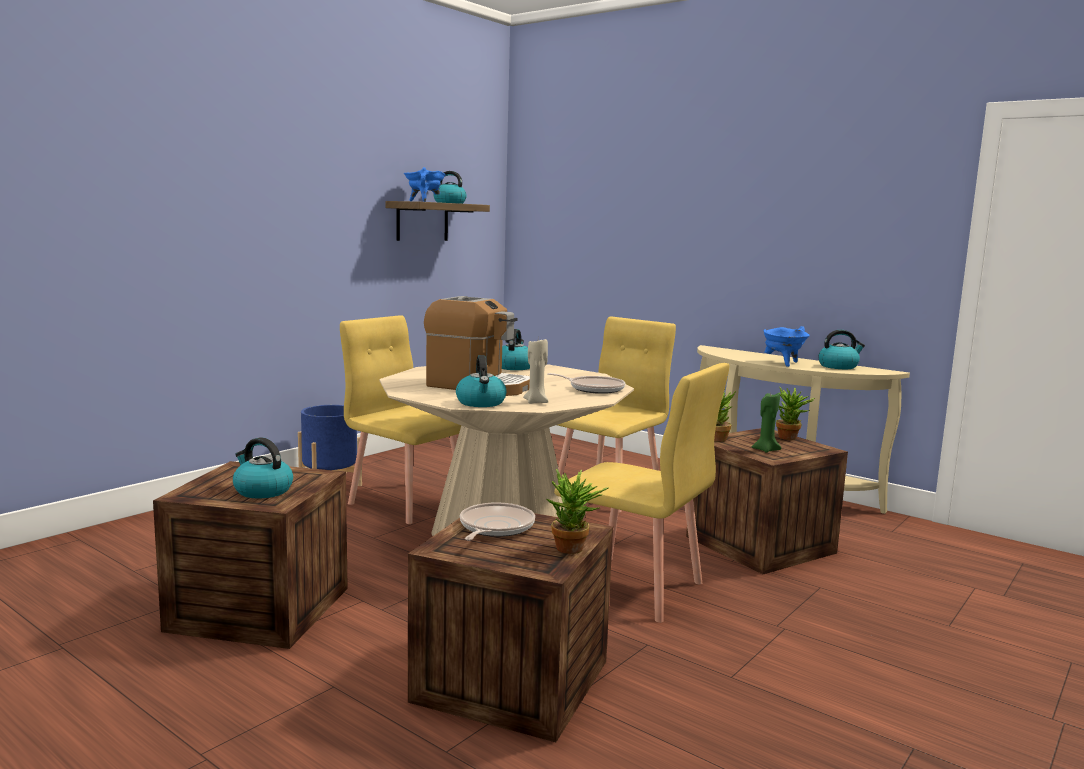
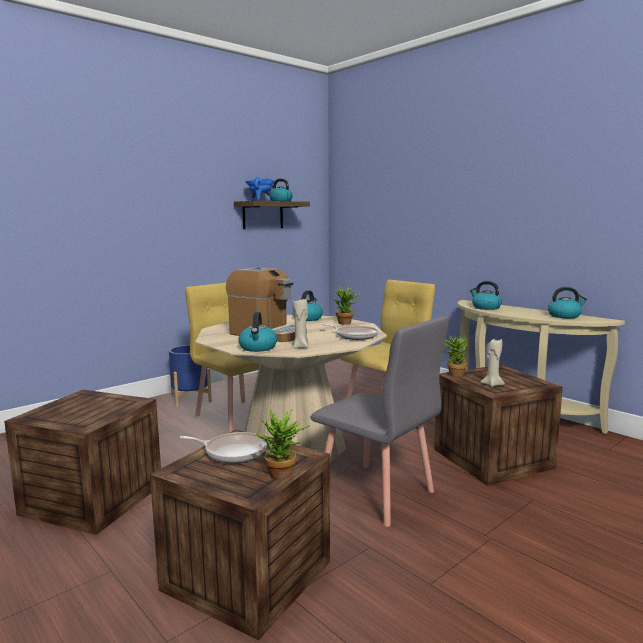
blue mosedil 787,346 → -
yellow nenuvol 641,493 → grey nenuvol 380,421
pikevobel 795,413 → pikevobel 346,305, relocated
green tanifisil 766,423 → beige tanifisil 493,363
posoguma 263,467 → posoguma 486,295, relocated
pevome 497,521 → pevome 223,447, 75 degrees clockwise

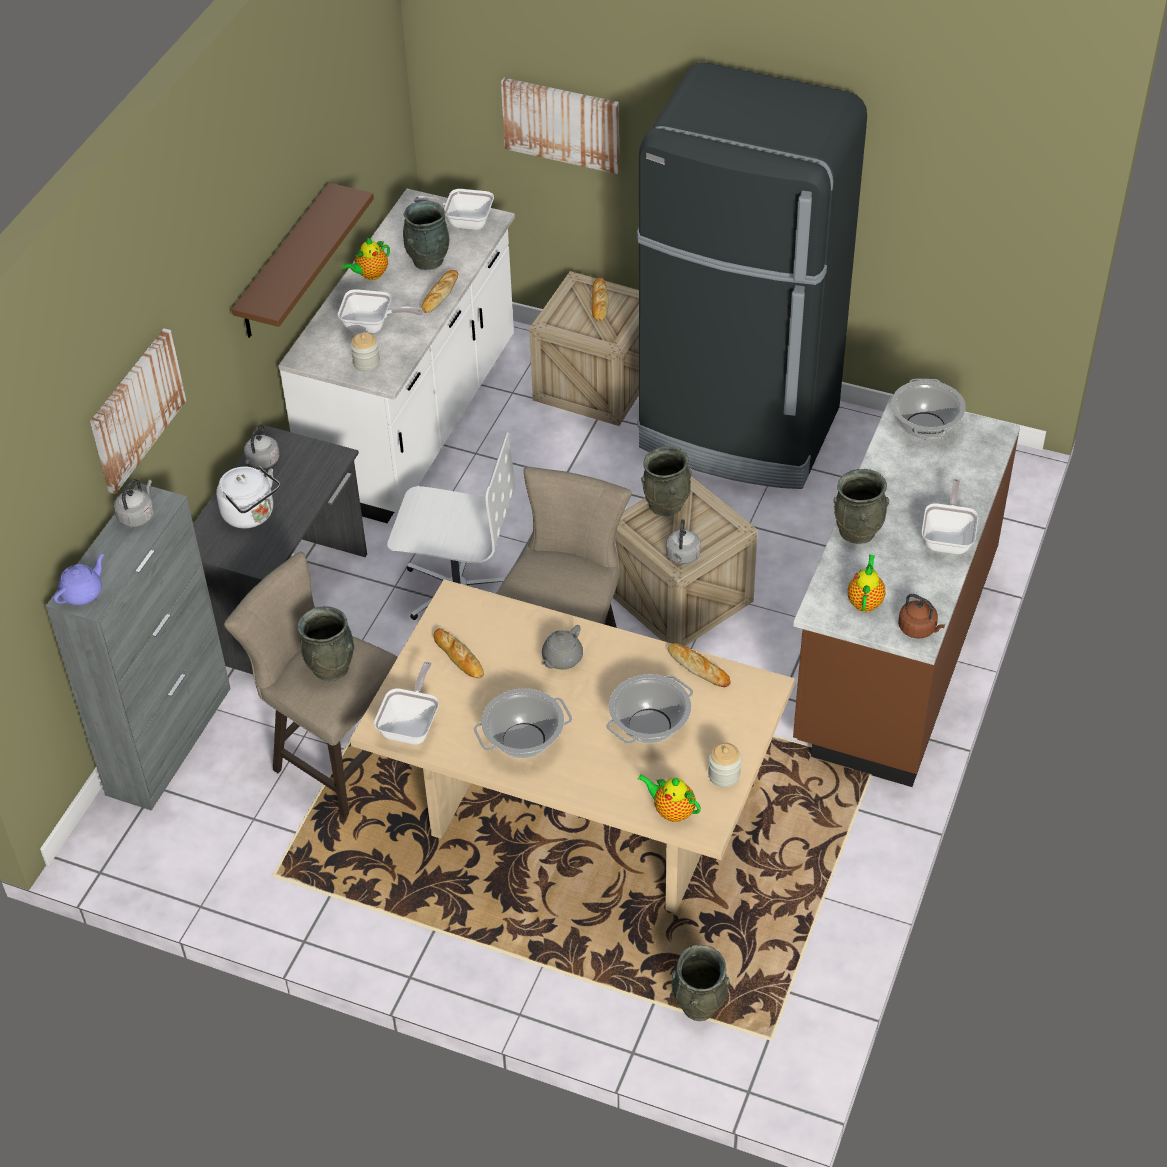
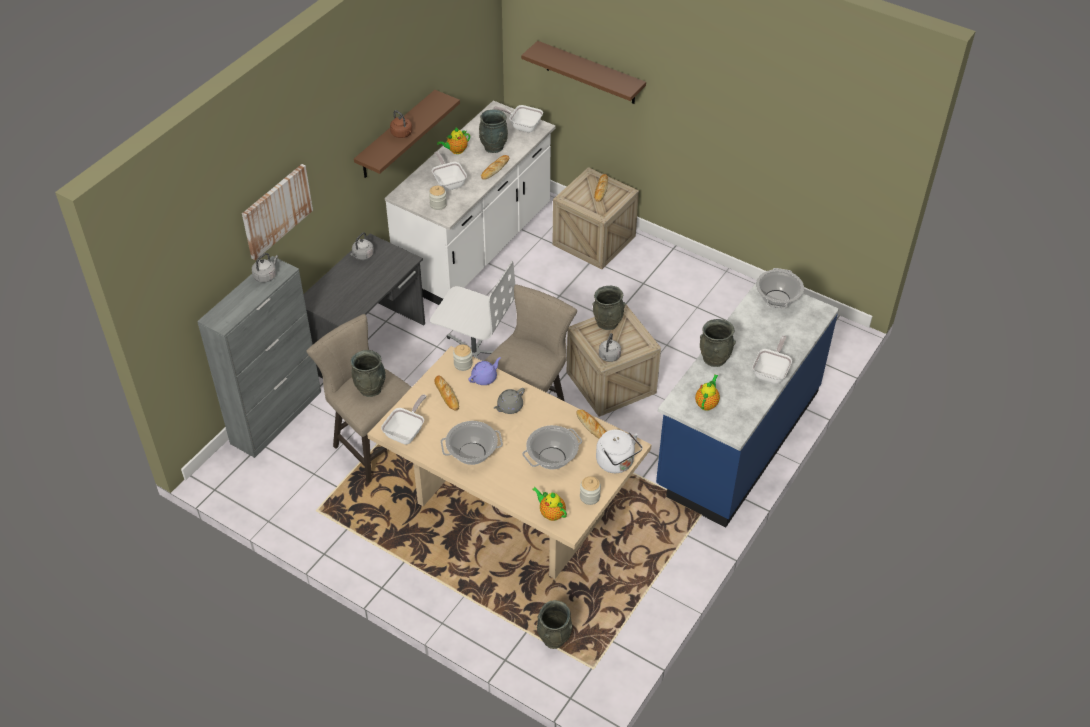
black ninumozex 752,276 → -
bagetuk 560,126 → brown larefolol 583,72
pevome 380,311 → pevome 449,171, 135 degrees counterclockwise
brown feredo 906,590 → blue feredo 747,405
white posoguma 248,497 → white posoguma 619,451, relocated
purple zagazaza 78,579 → purple zagazaza 484,371, relocated
brown posoguma 921,616 → brown posoguma 401,124, relocated
- → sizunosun 463,357

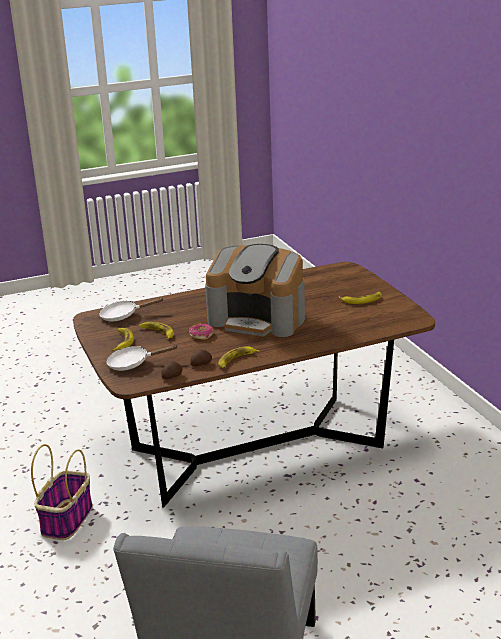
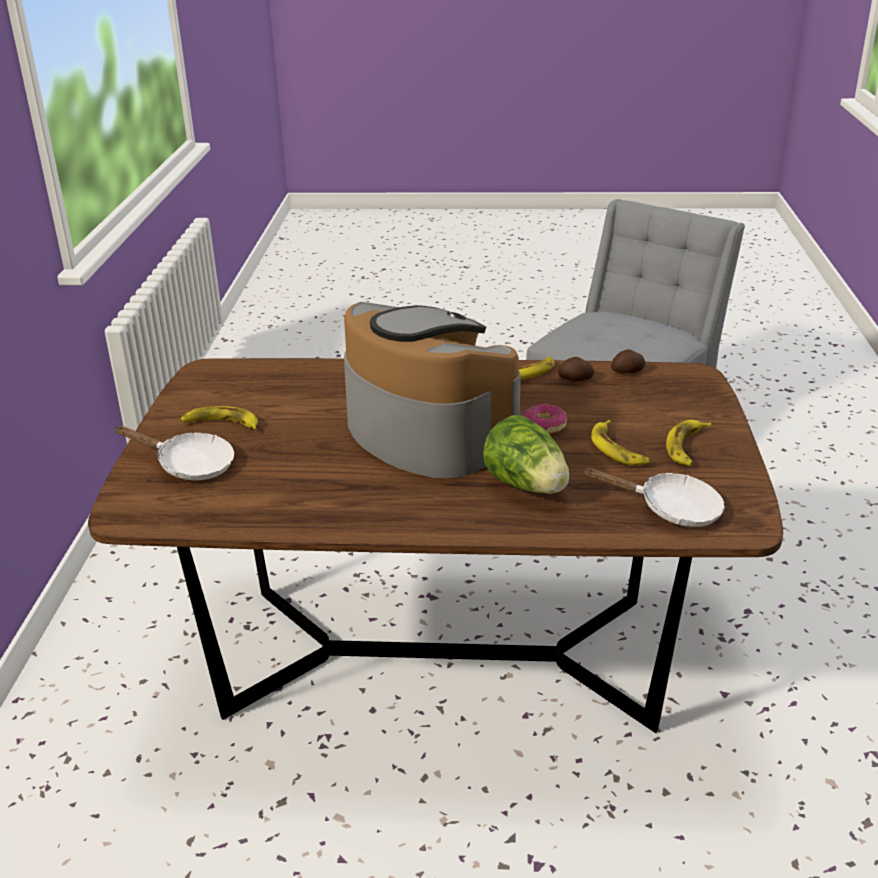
white pevome 142,358 → white pevome 174,453, relocated
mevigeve 62,492 → -
- → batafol 526,454

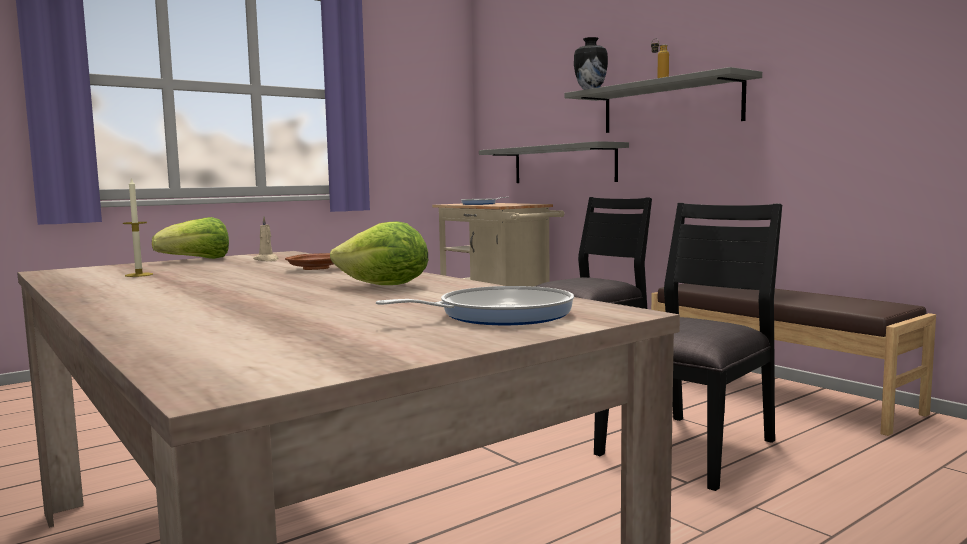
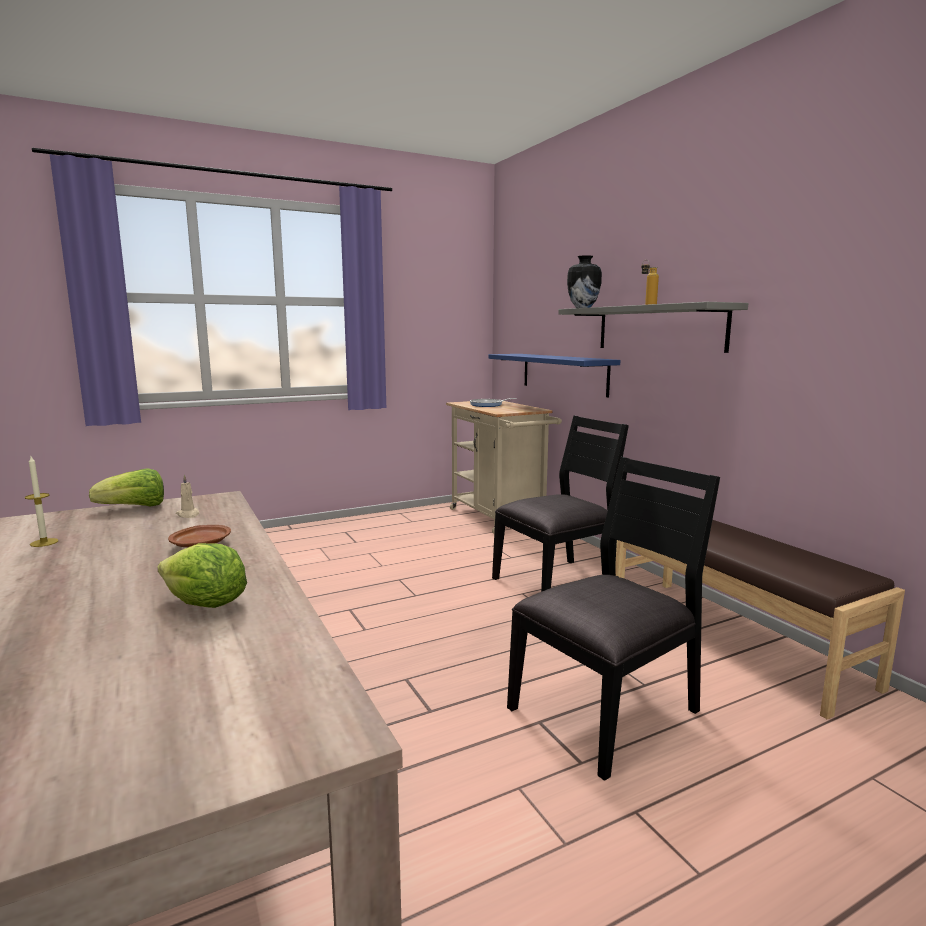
grey larefolol 554,162 → blue larefolol 554,375
pevome 475,305 → -

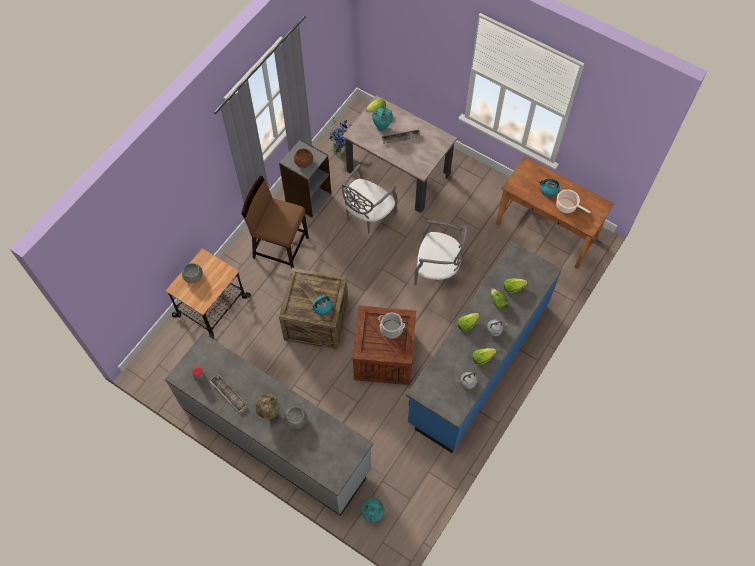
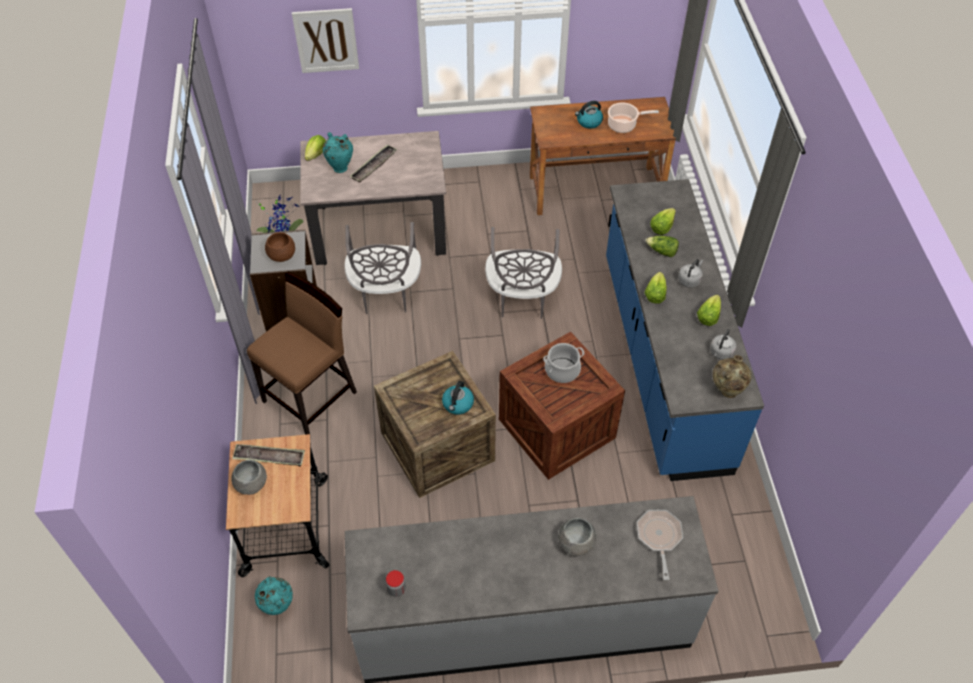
brown nenuvol 275,222 → brown nenuvol 302,353, 150 degrees clockwise
grey nenuvol 440,252 → grey nenuvol 523,273, 120 degrees clockwise
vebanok 228,393 → vebanok 268,455, relocated
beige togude 267,406 → beige togude 732,376, relocated
turquoise togude 373,510 → turquoise togude 274,595, relocated
- → bagetuk 325,40
- → pevome 660,545

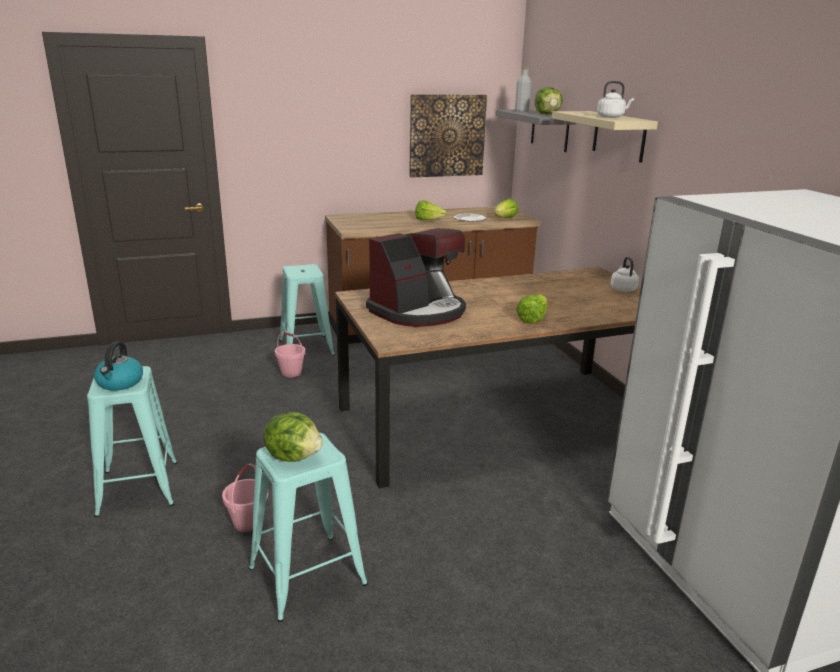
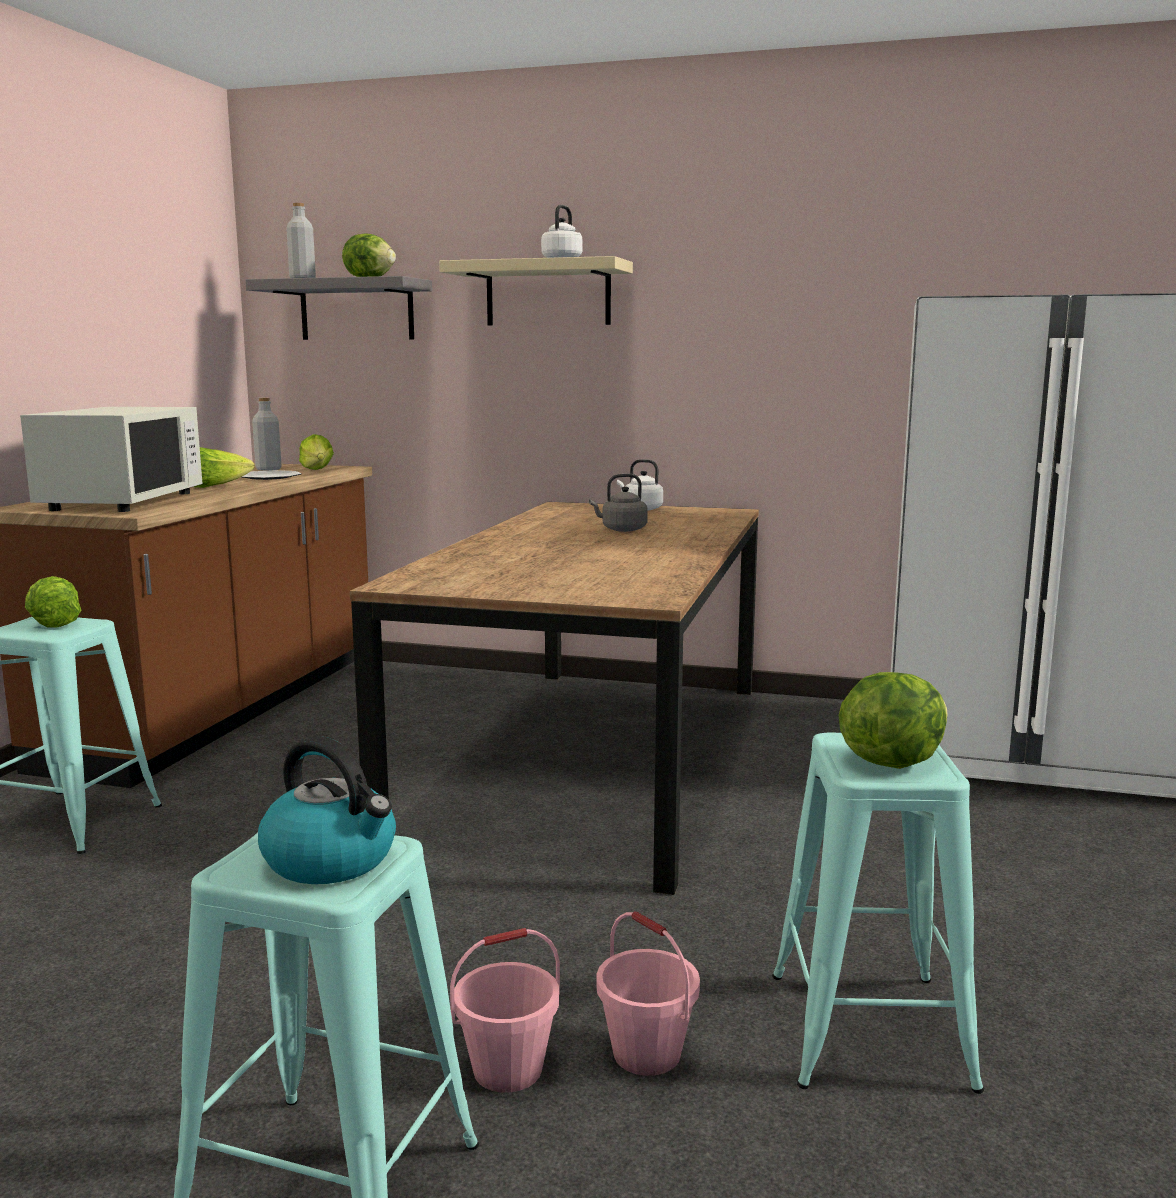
bagetuk 448,135 → -
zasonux 416,277 → -
batafol 531,309 → batafol 53,602, relocated
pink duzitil 290,354 → pink duzitil 505,1010, relocated
- → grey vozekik 267,434
- → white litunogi 111,459
- → grey posoguma 618,502

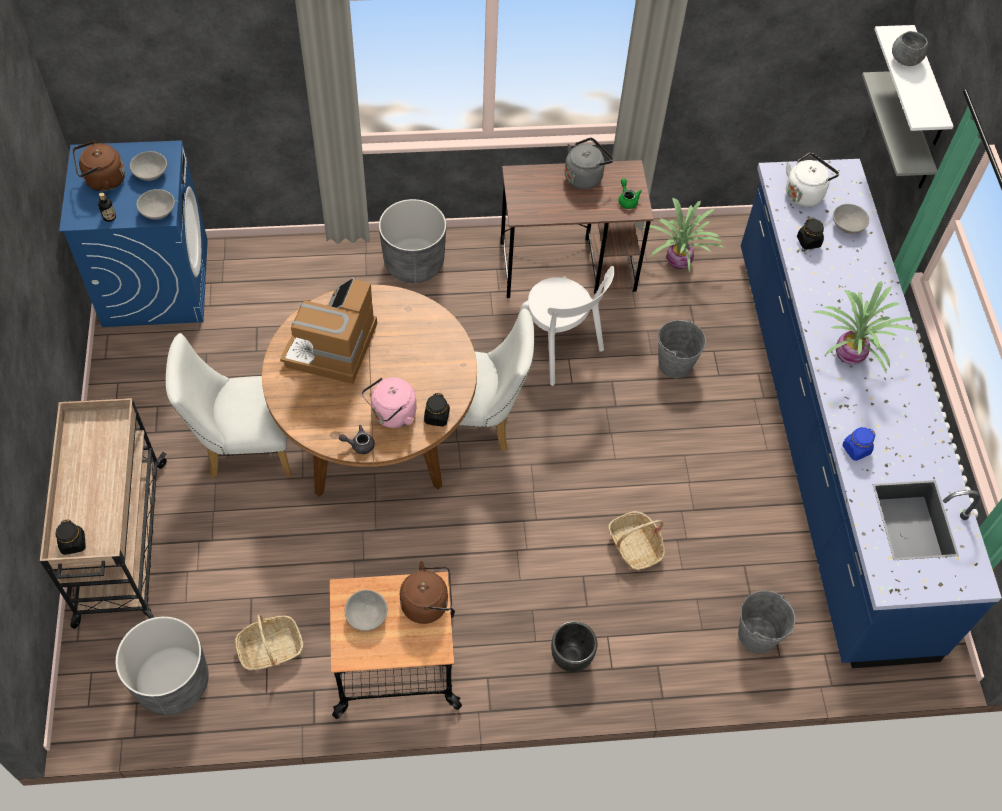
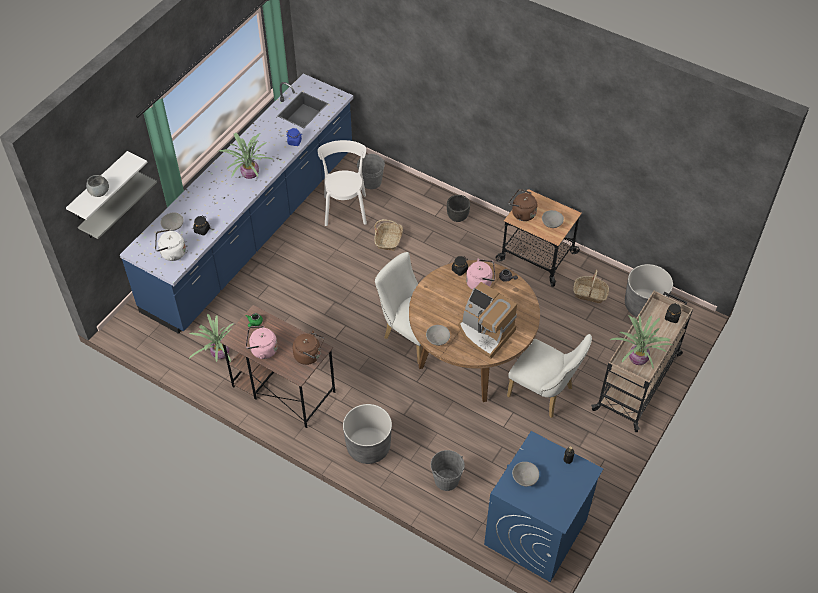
grey posoguma 589,164 → pink posoguma 262,342
brown posoguma 98,165 → brown posoguma 308,348, relocated
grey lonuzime 155,204 → grey lonuzime 438,335, relocated
white nenuvol 566,326 → white nenuvol 342,183, relocated
zasonux 328,331 → zasonux 487,320, 75 degrees clockwise
grey duzitil 682,349 → grey duzitil 448,470, relocated
- → pikevobel 641,342

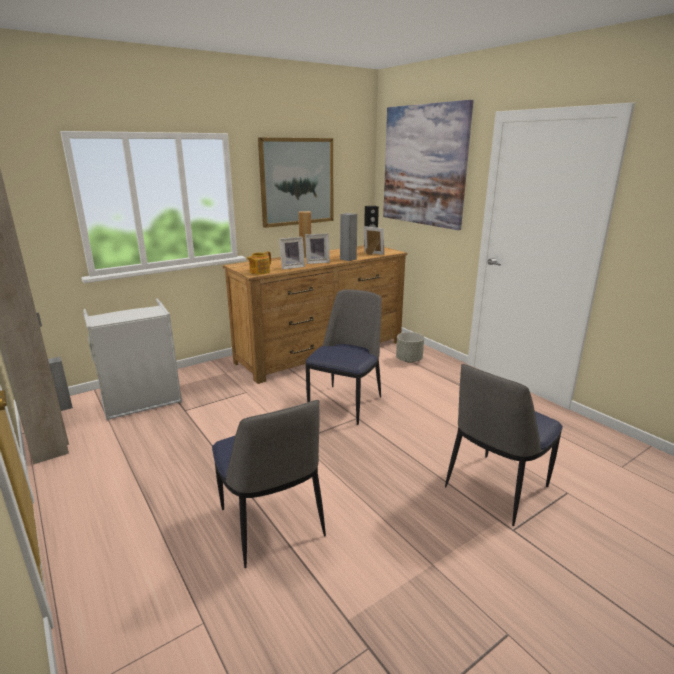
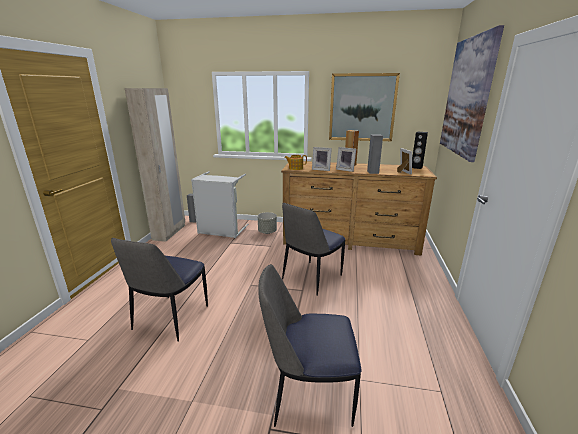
nenuvol 344,357 → nenuvol 313,249, 150 degrees clockwise
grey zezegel 410,347 → grey zezegel 267,223, relocated

